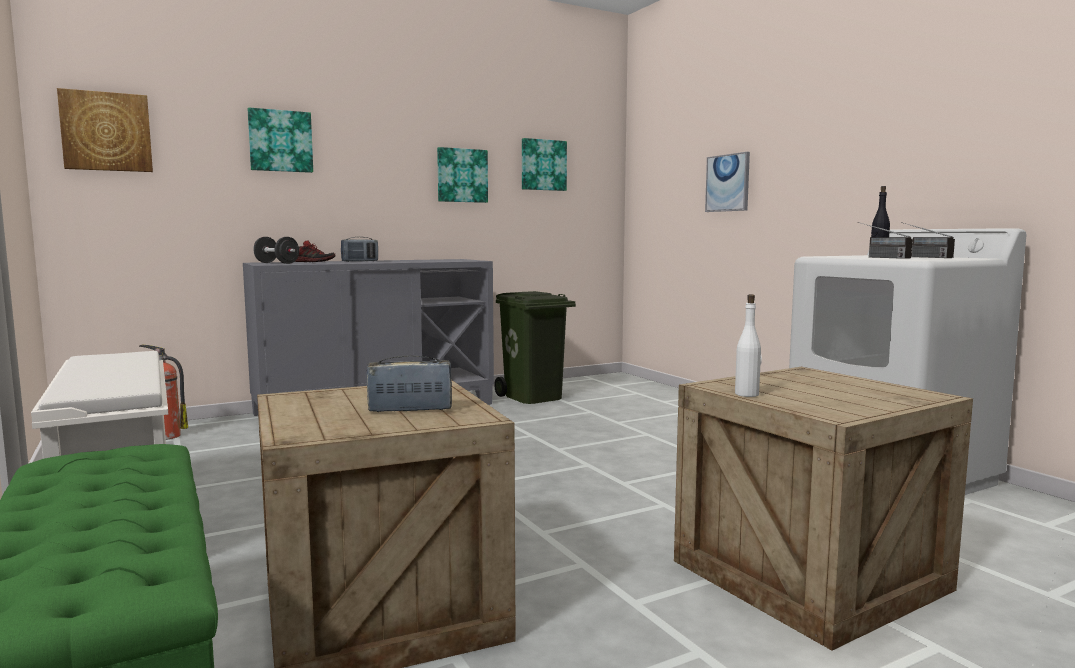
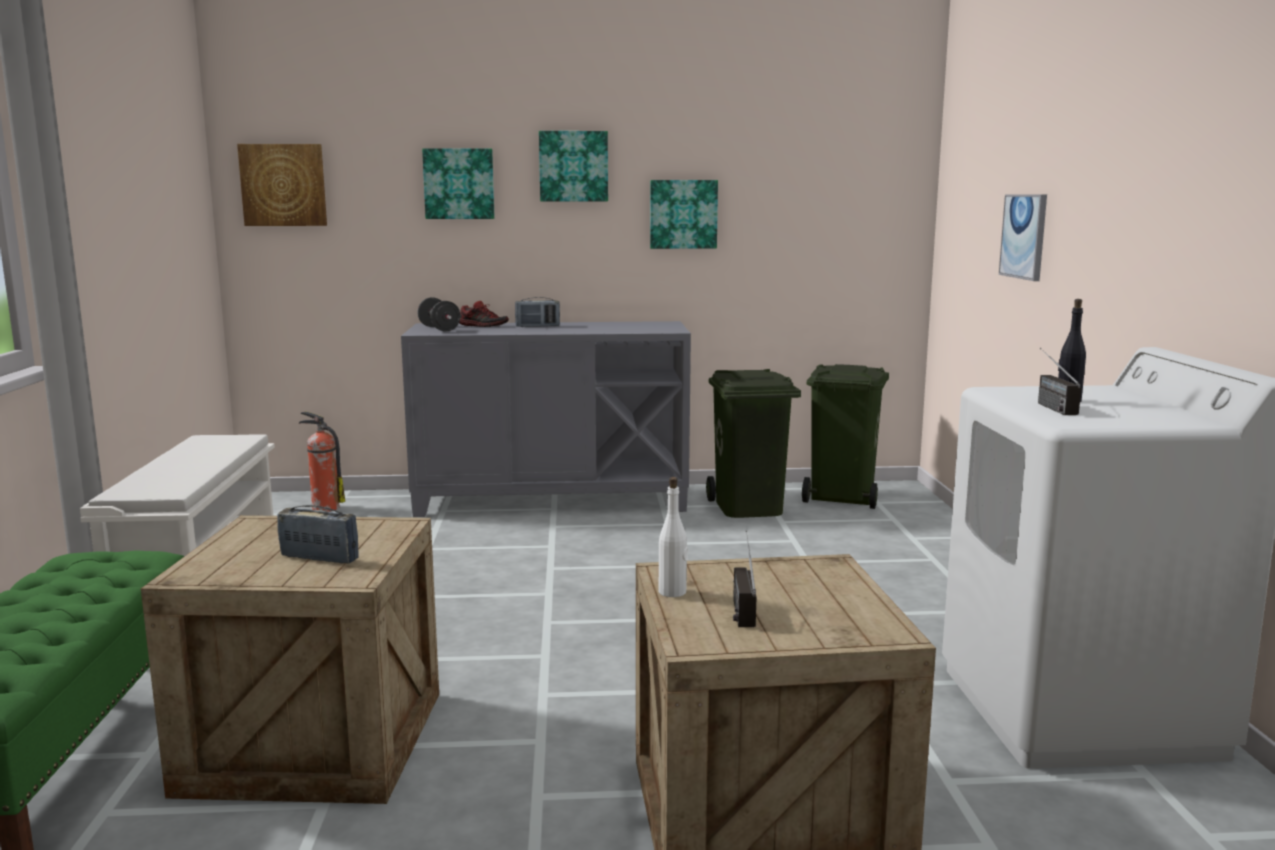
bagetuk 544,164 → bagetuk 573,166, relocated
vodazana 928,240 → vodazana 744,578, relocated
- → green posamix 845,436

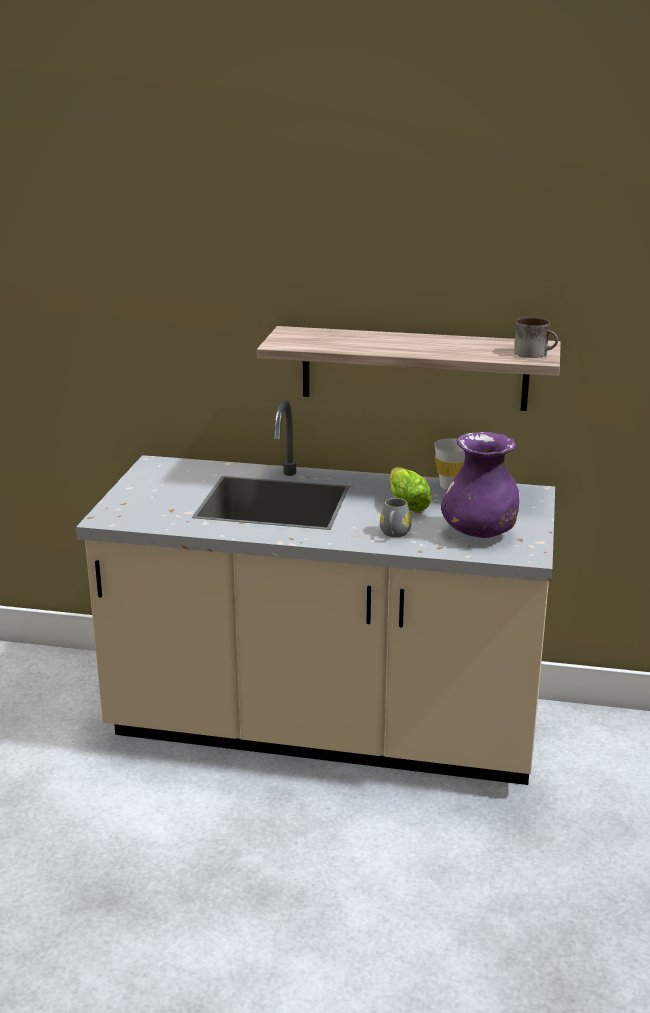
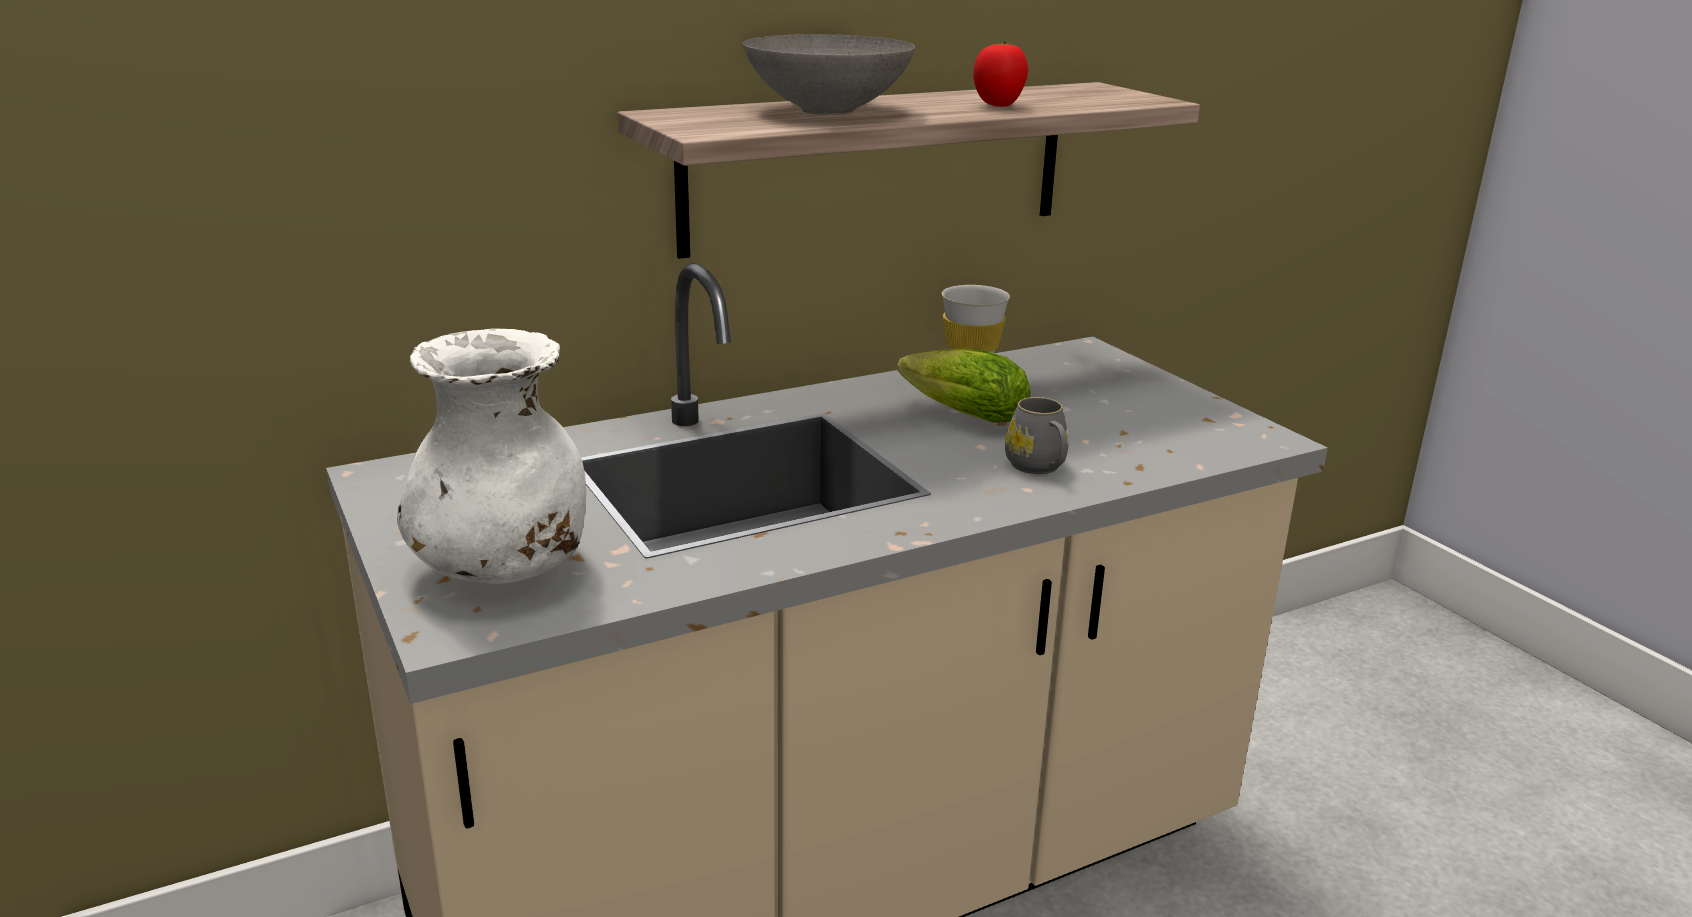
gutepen 536,337 → -
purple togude 480,485 → -
- → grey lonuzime 829,74
- → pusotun 1000,74
- → white togude 491,456

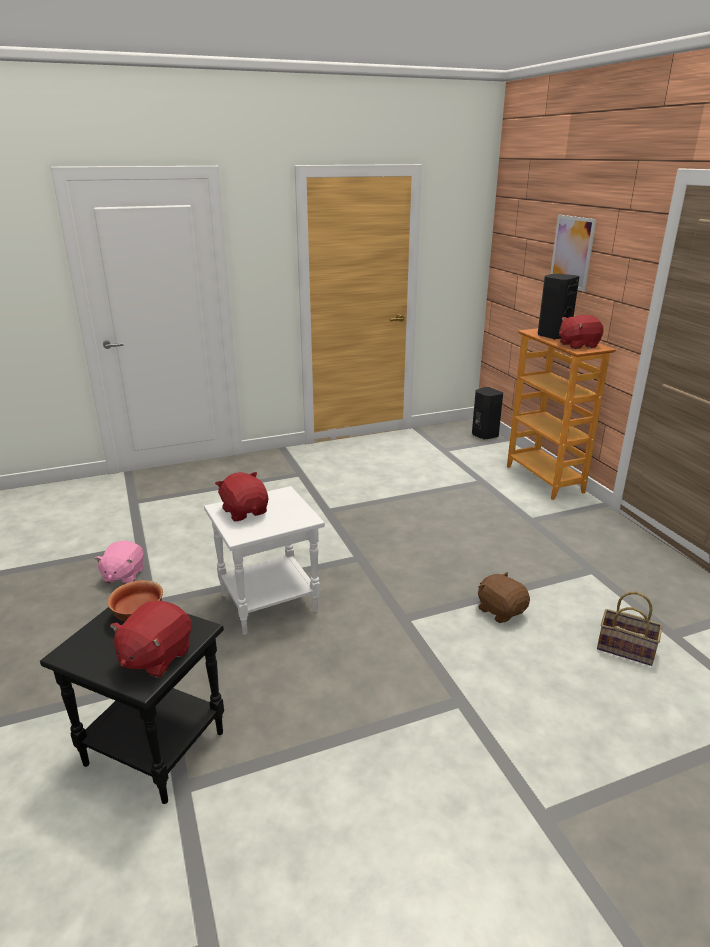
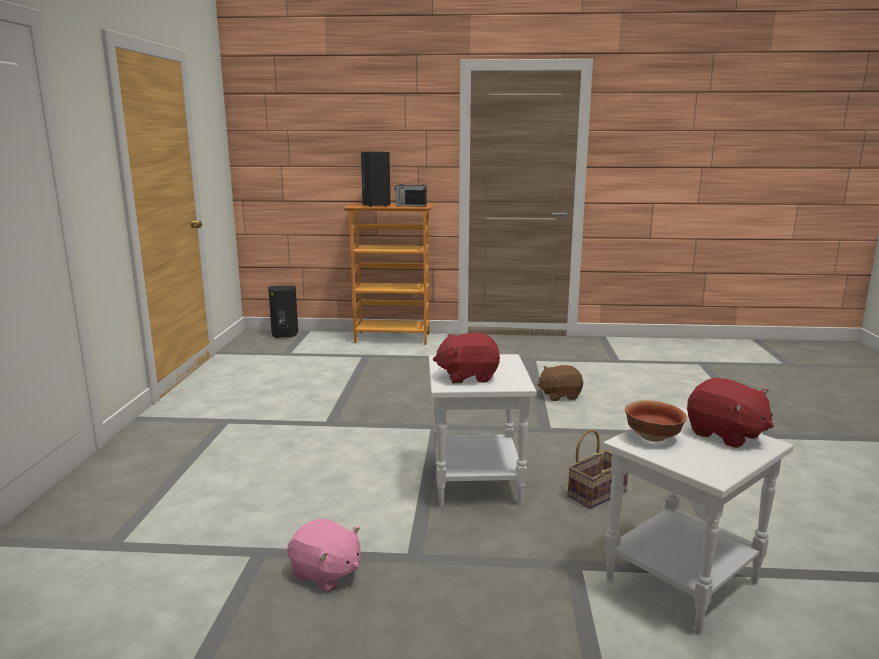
bagetuk 573,253 → -
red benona 581,332 → vodazana 411,193
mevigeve 629,629 → mevigeve 598,469, relocated
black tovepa 132,705 → white tovepa 698,520

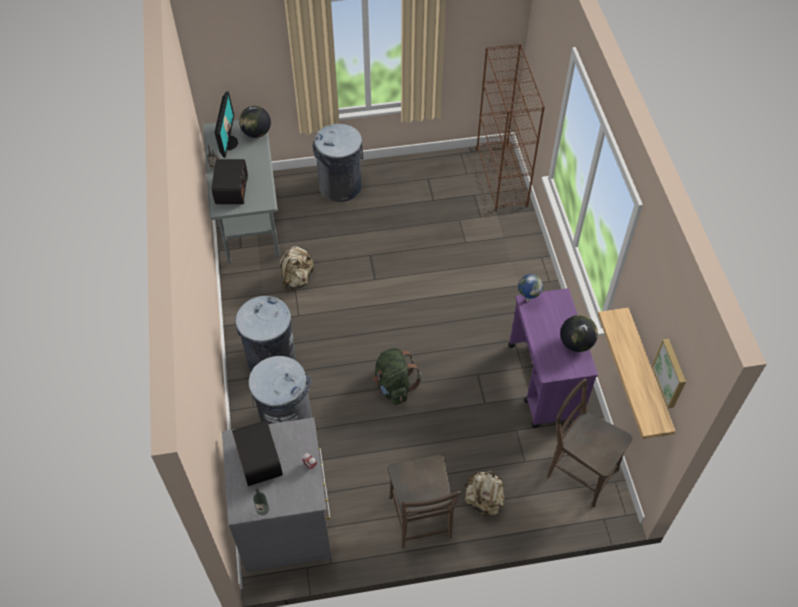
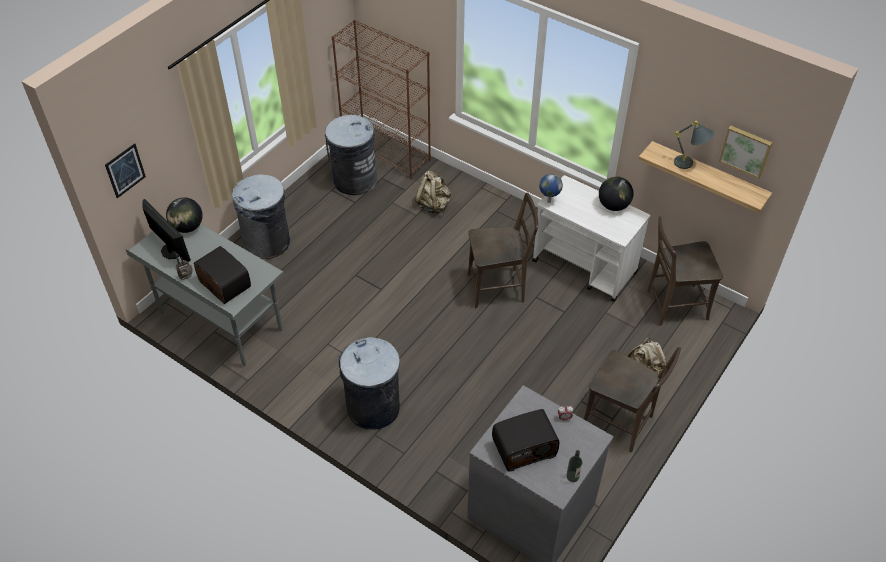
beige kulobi 297,268 → beige kulobi 433,192, relocated
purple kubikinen 553,358 → white kubikinen 591,238
green kulobi 397,376 → -
grey posamix 280,390 → grey posamix 351,155, relocated
vodazana 257,453 → vodazana 525,440, 135 degrees clockwise
- → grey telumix 694,145
- → bagetuk 125,170
- → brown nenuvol 503,250

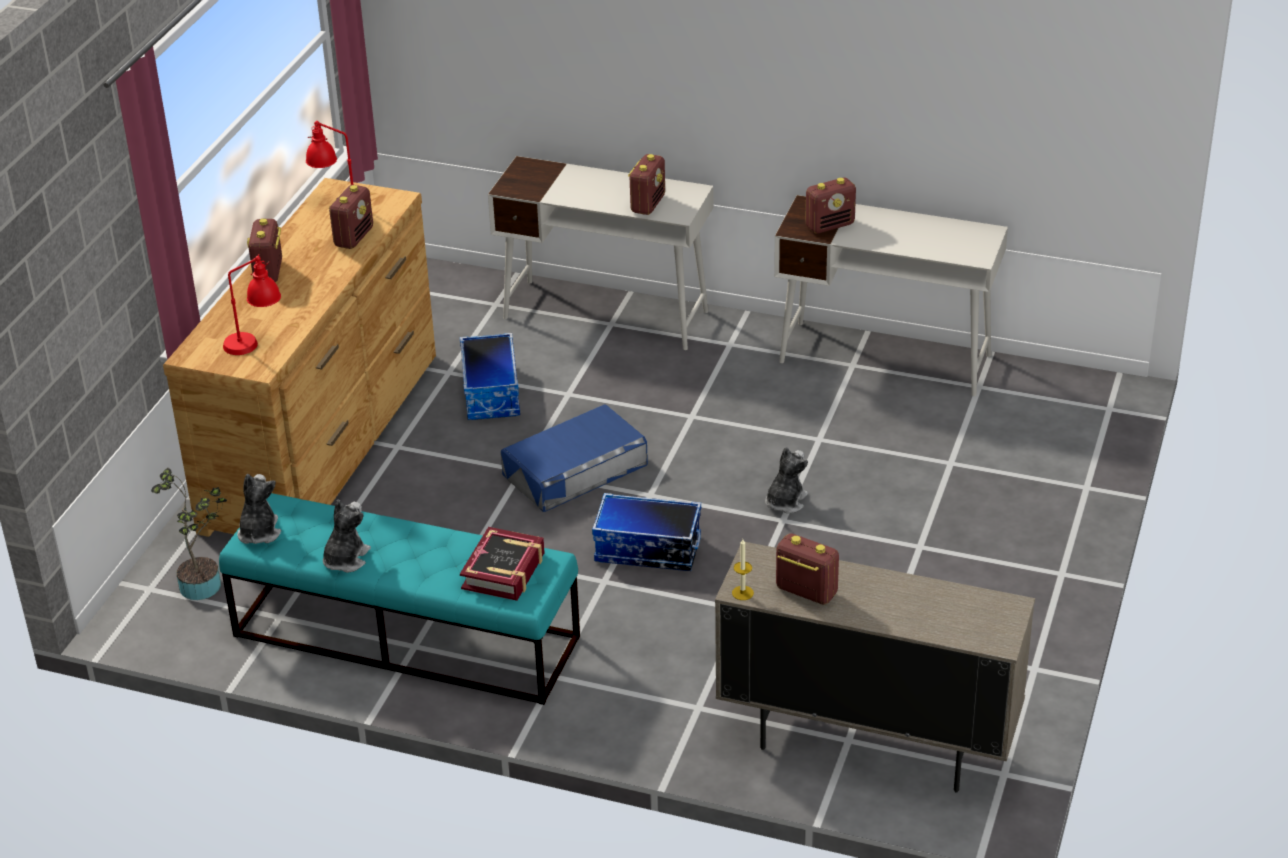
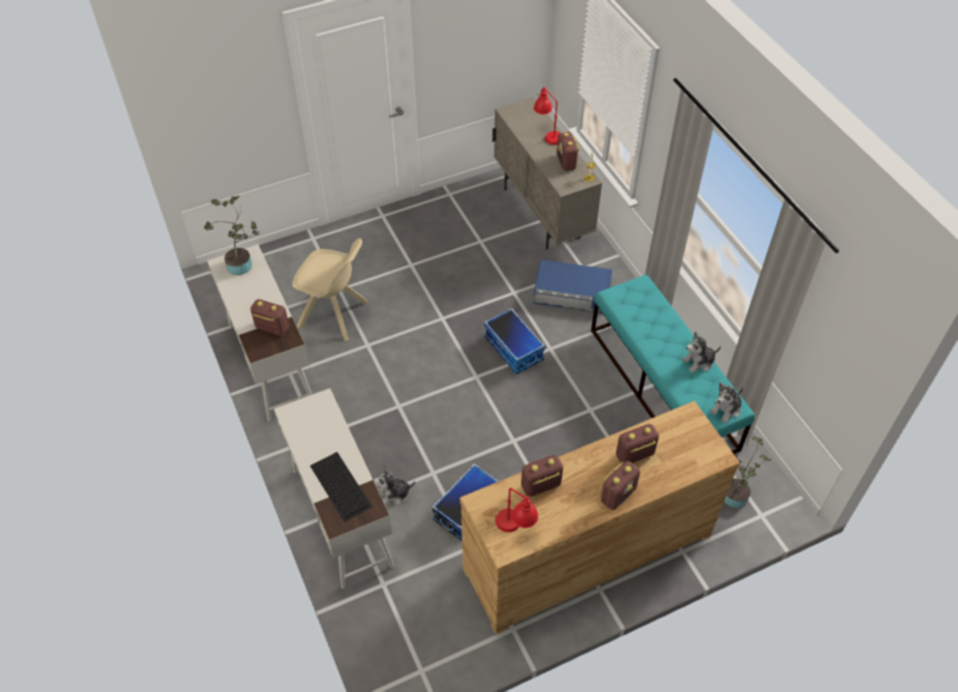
vodazana 646,184 → vodazana 637,443, relocated
red telumix 252,304 → red telumix 547,116, relocated
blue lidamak 574,458 → blue lidamak 572,287, relocated
benona 786,480 → benona 394,485, relocated
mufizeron 502,564 → -
- → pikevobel 231,235
- → beige nenuvol 330,289
- → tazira 341,487

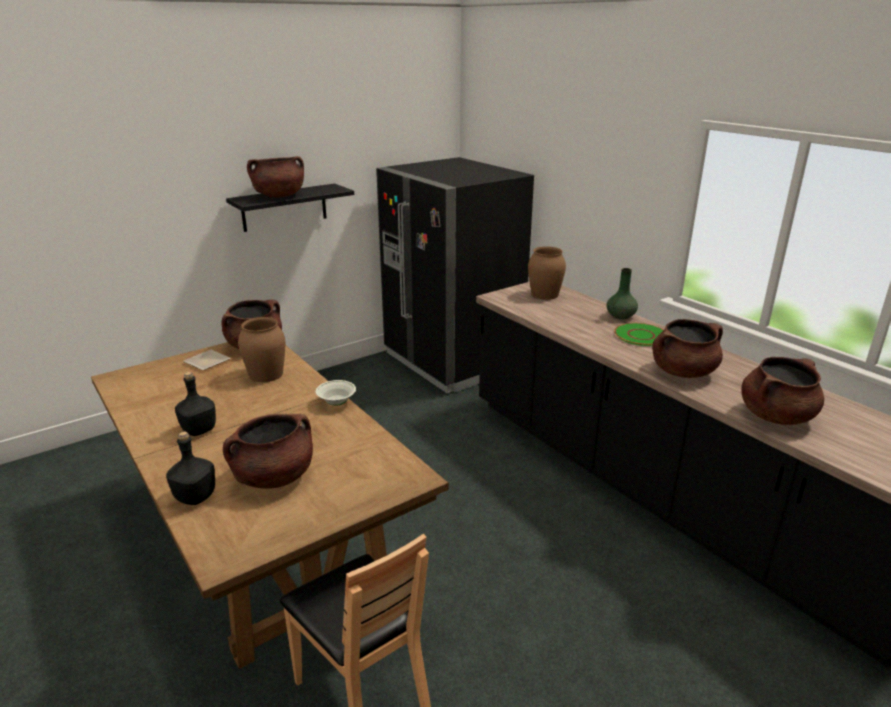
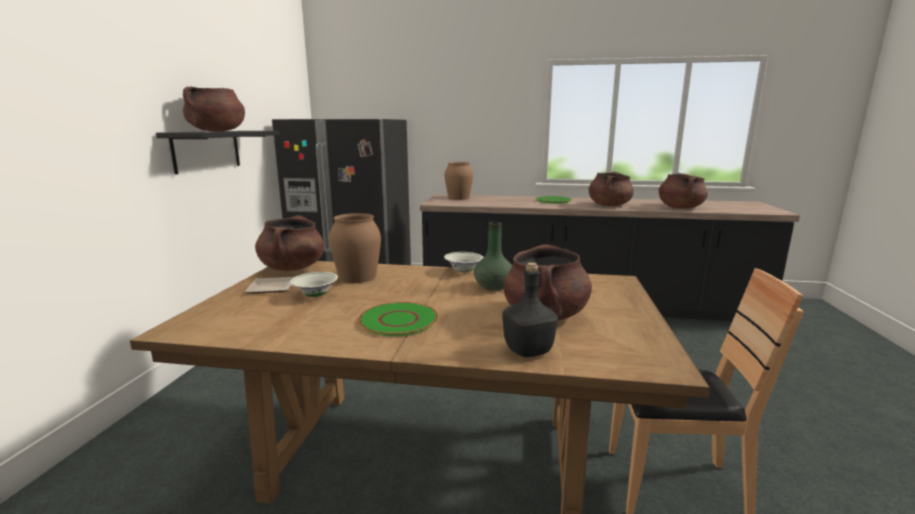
green togude 622,294 → green togude 493,256, relocated
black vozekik 195,404 → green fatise 398,319
- → white lonuzime 314,284

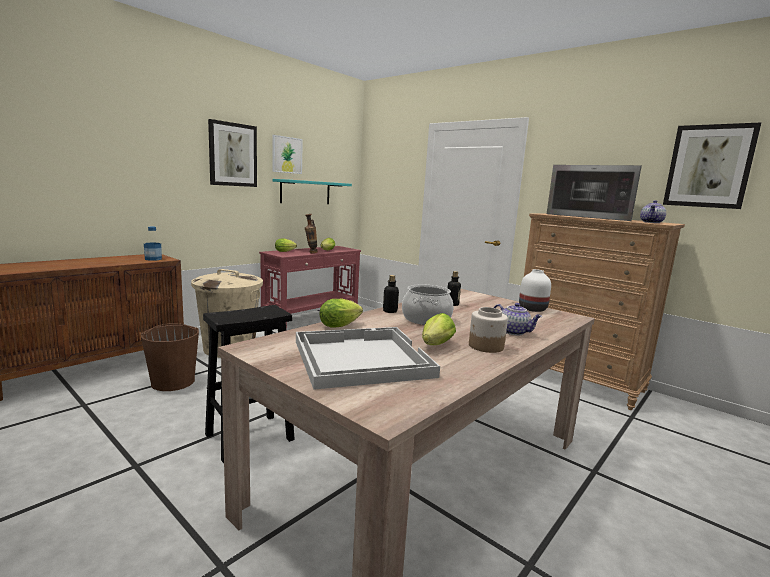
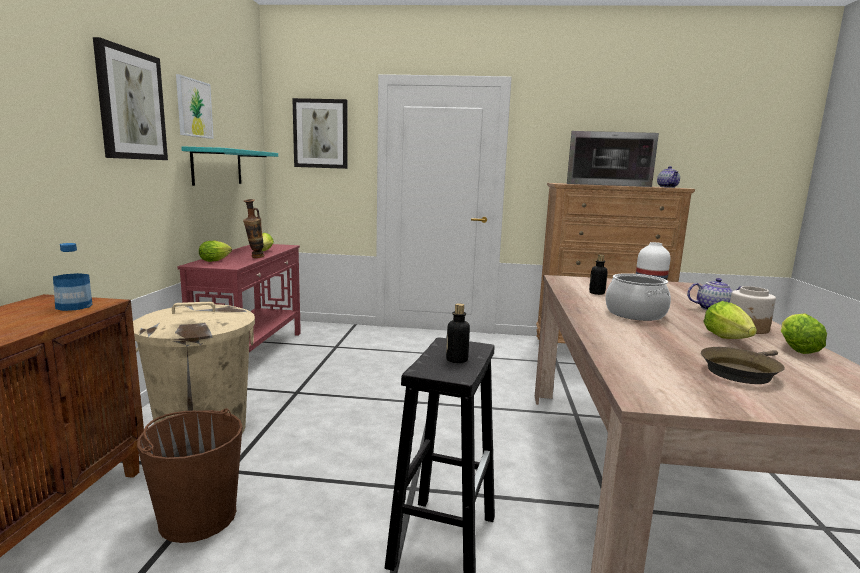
bagetuk 712,165 → bagetuk 320,133, relocated
vozekik 391,294 → vozekik 458,333, relocated
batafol 341,313 → batafol 804,333, relocated
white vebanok 368,358 → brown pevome 743,365

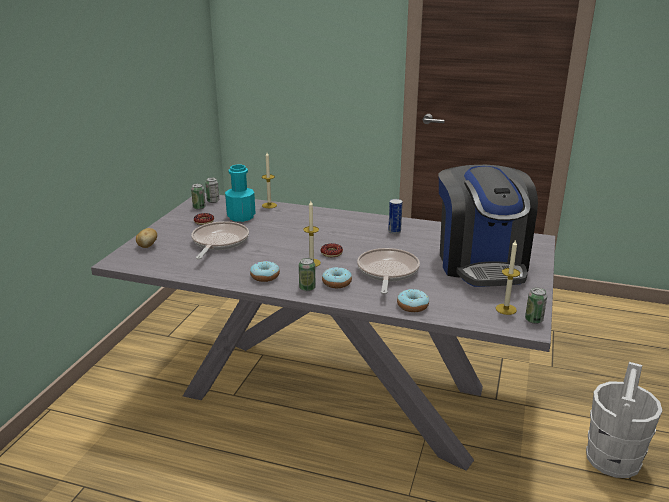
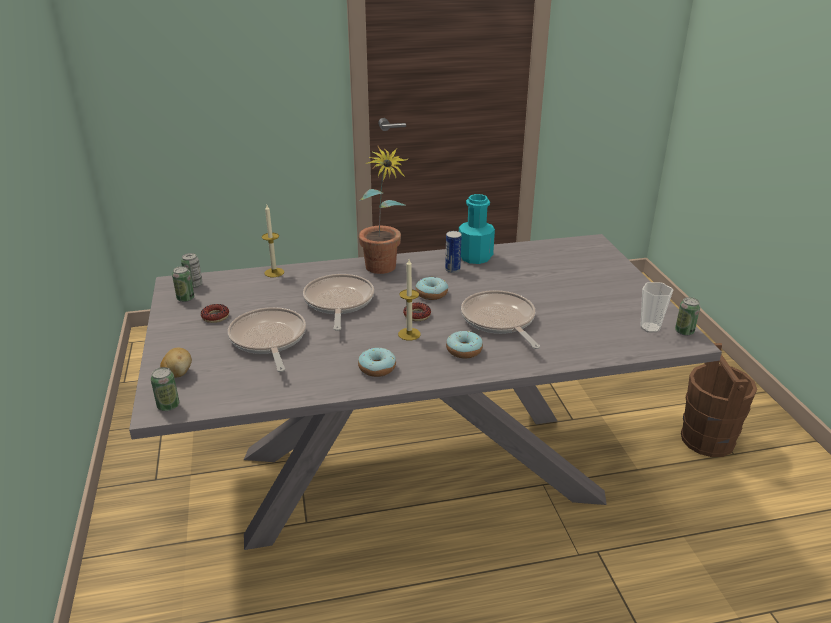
turquoise vozekik 240,193 → turquoise vozekik 477,229, relocated
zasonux 488,226 → -
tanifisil 508,277 → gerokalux 656,307
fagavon 307,274 → fagavon 165,389, relocated
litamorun 413,300 → litamorun 432,288, relocated
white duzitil 624,420 → brown duzitil 719,400
- → pikevobel 383,210
- → pevome 338,302

